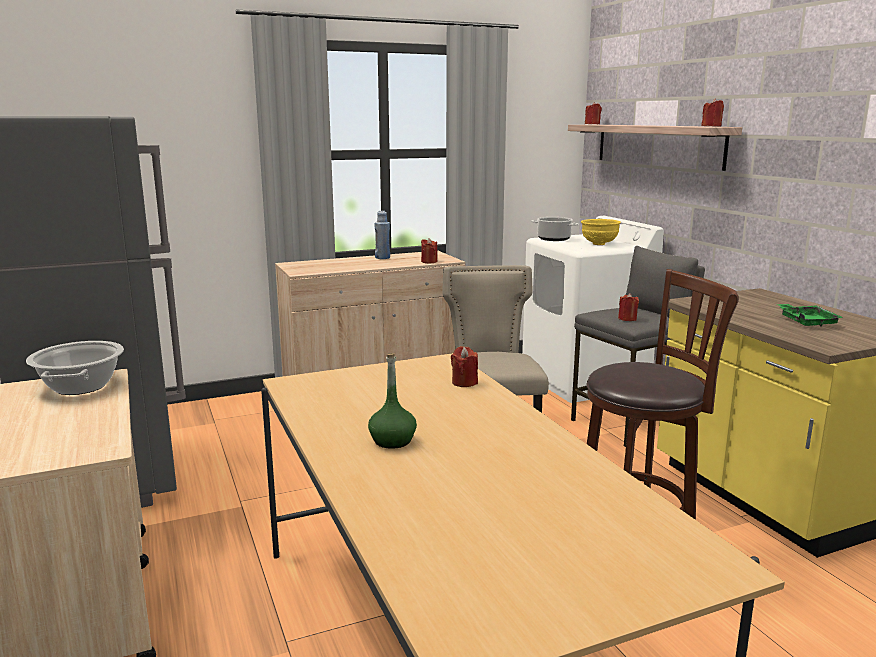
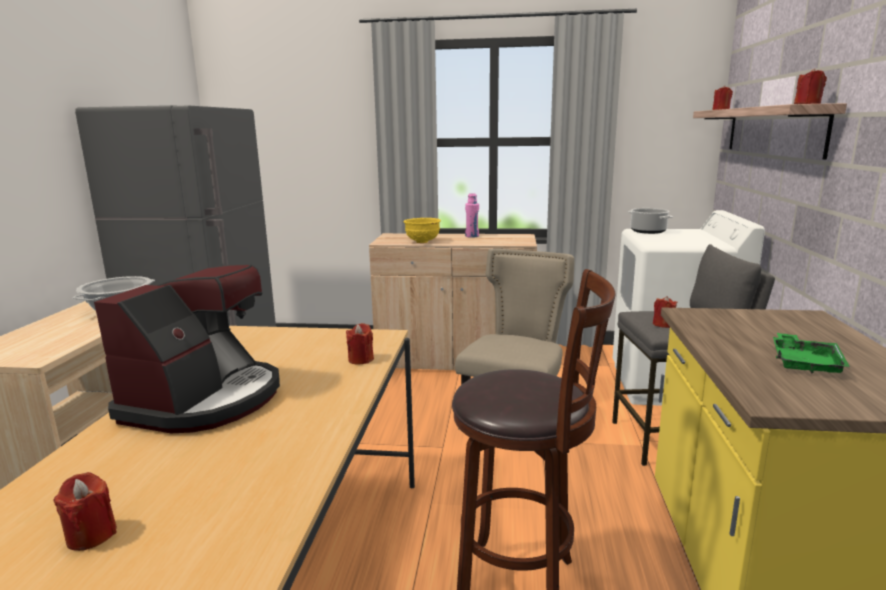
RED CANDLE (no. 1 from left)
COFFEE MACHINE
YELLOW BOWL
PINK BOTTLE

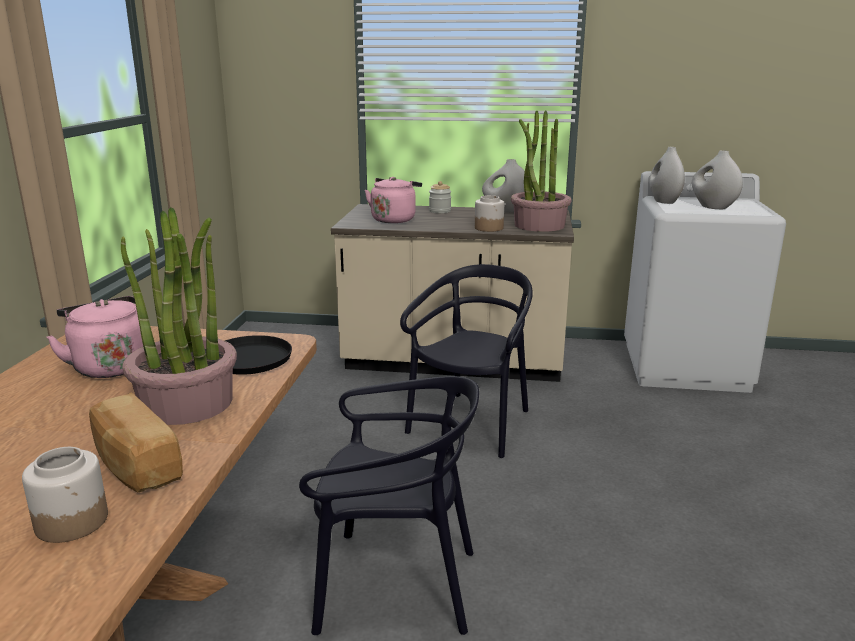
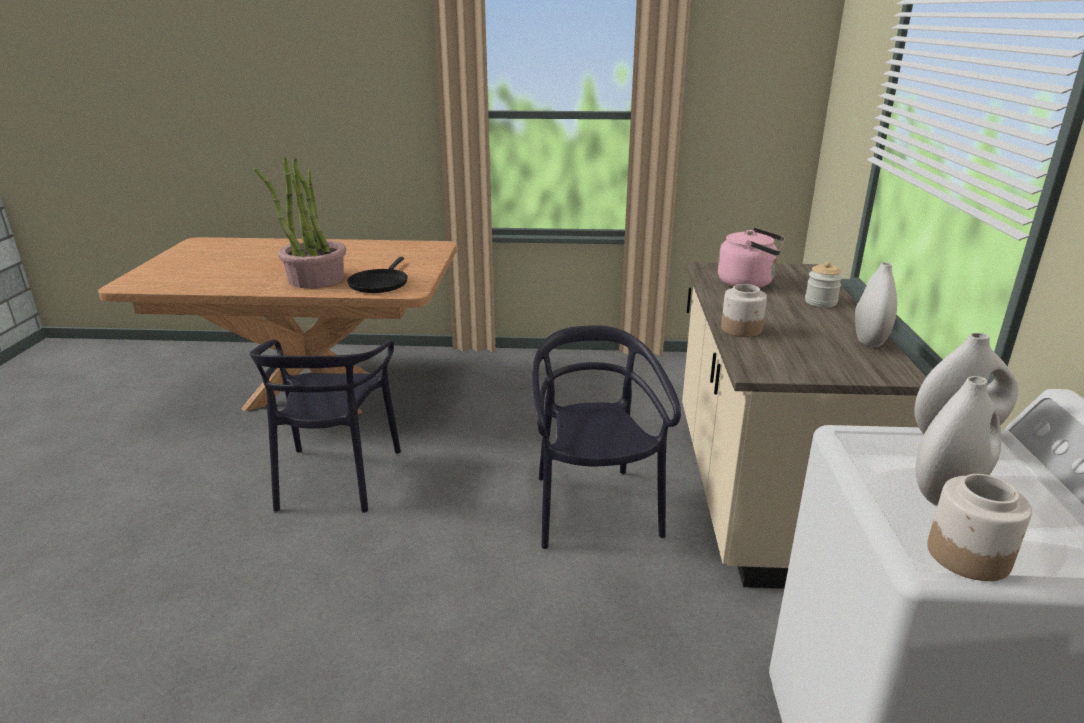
BLACK CHAIR (no. 2 from left)
JAR (no. 3 from left)
PINK KETTLE (no. 1 from left in the first image)
BREAD
POTTED PLANT (no. 2 from left in the first image)

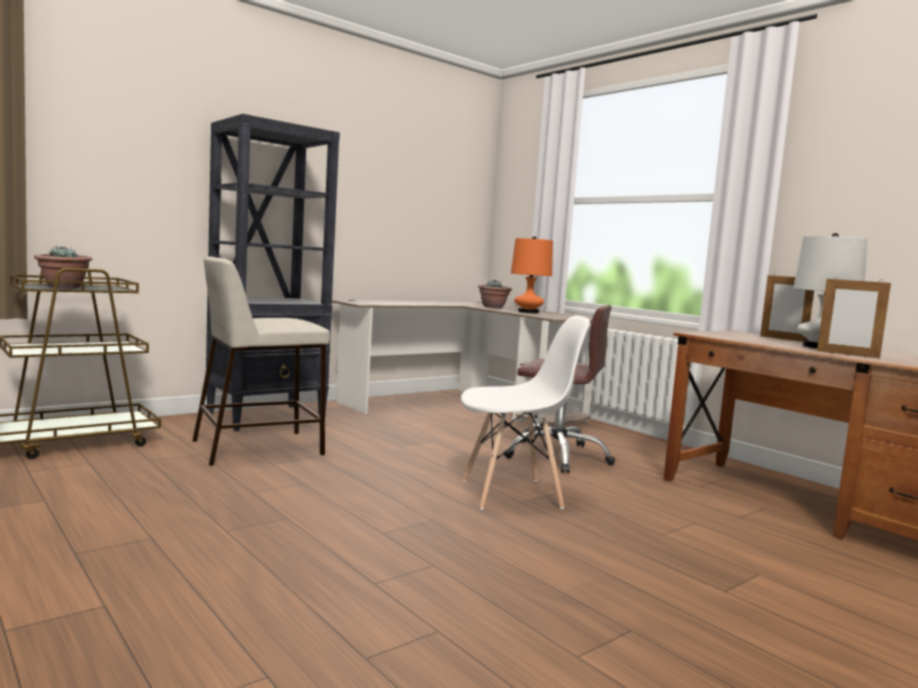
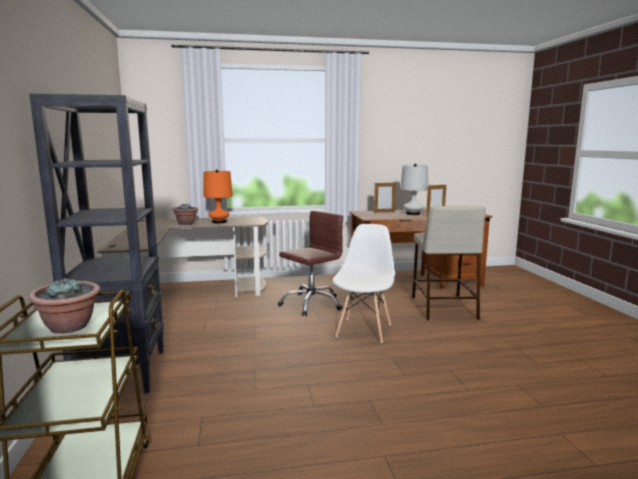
BEIGE STOOL

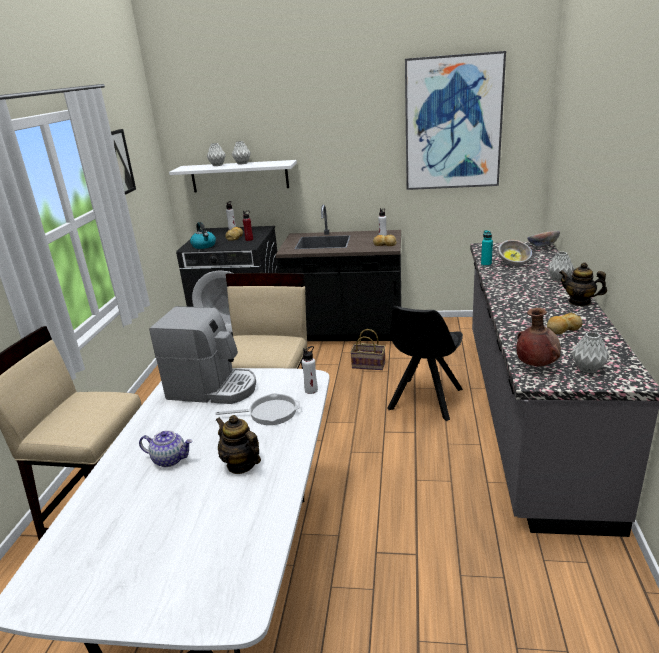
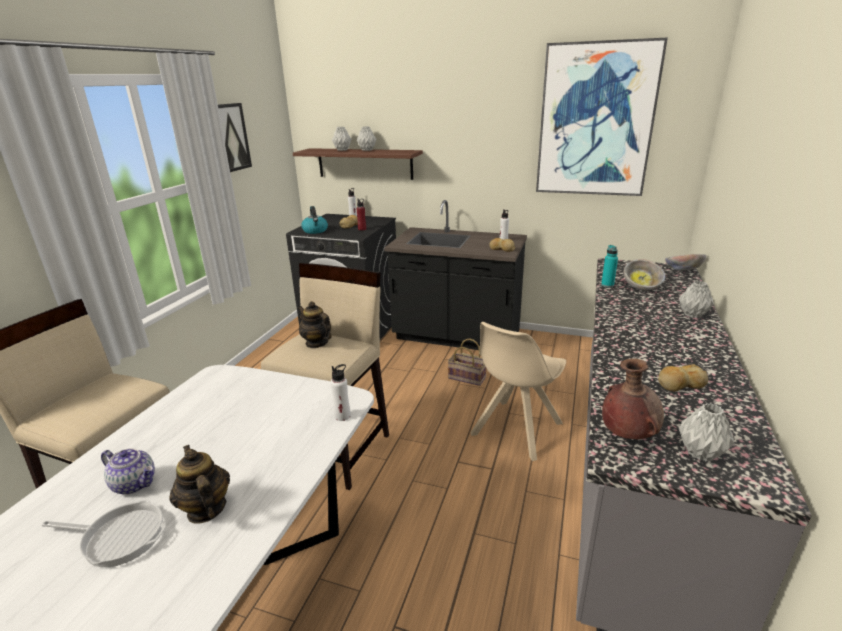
FRYING PAN
BROWN SHELF
TEAPOT (no. 3 from left)
BEIGE CHAIR
COFFEE MACHINE

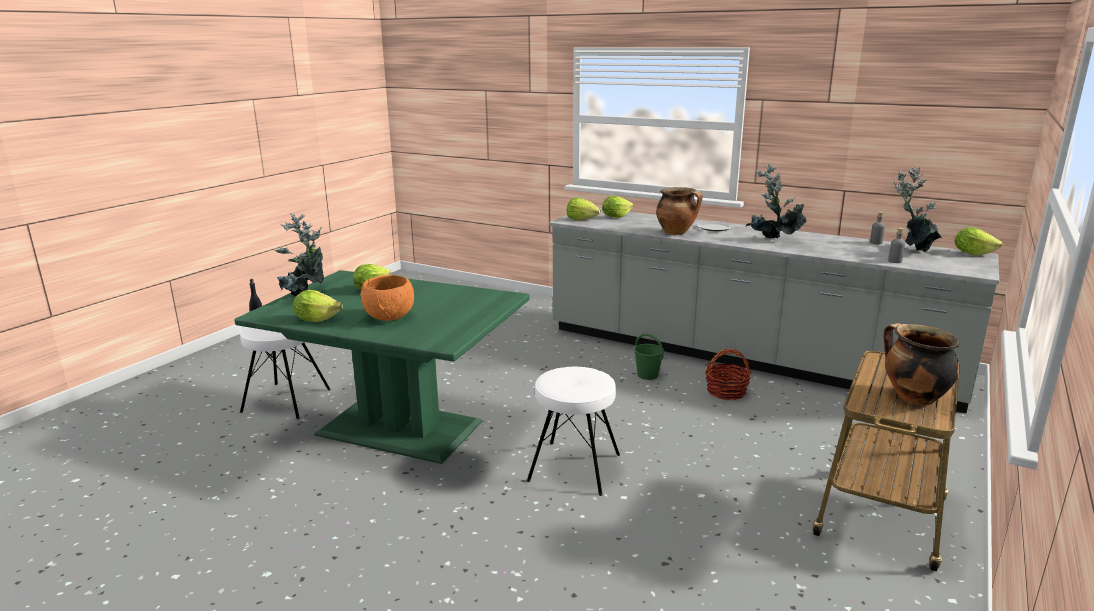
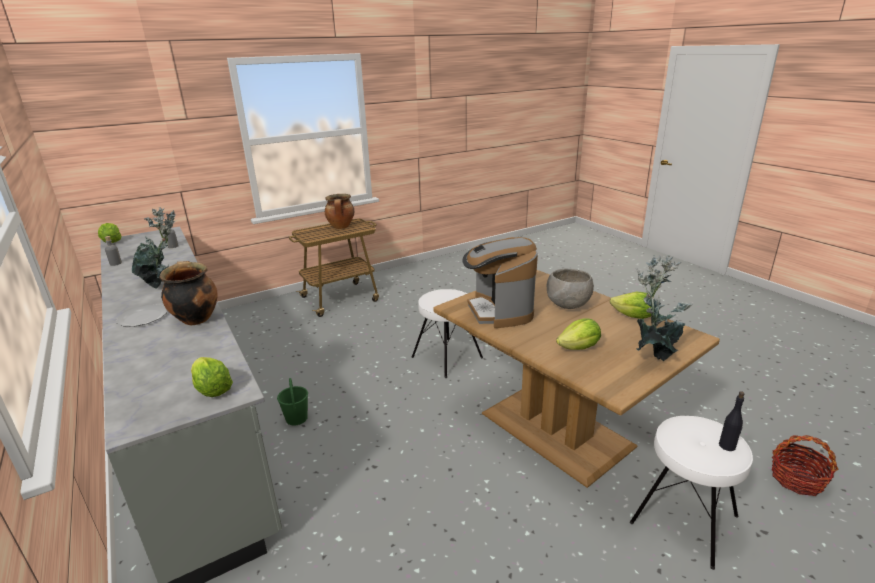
BROWN DINING TABLE
COFFEE MACHINE
GREY BOWL
BASKET
LETTUCE (no. 4 from left in the first image)
POTTED PLANT (no. 3 from left in the first image)

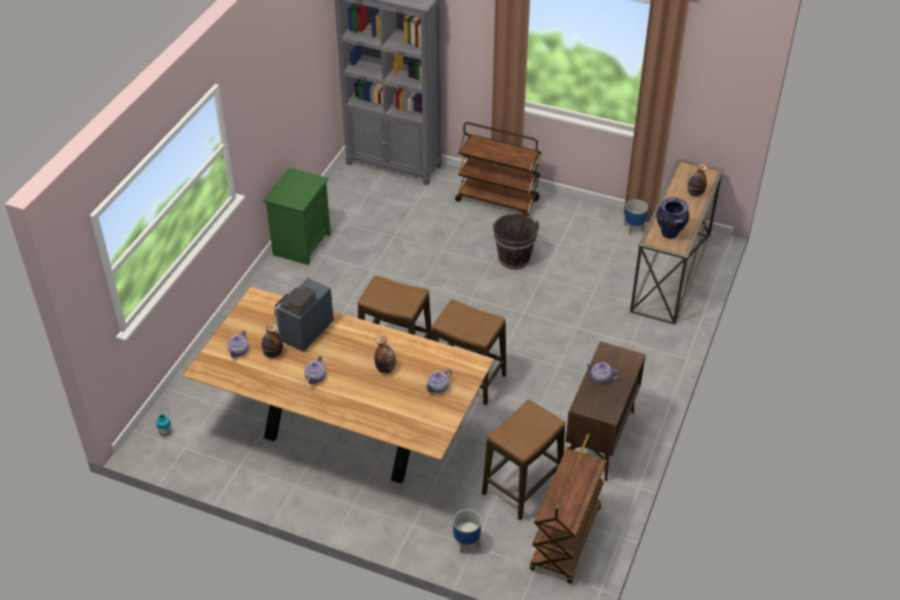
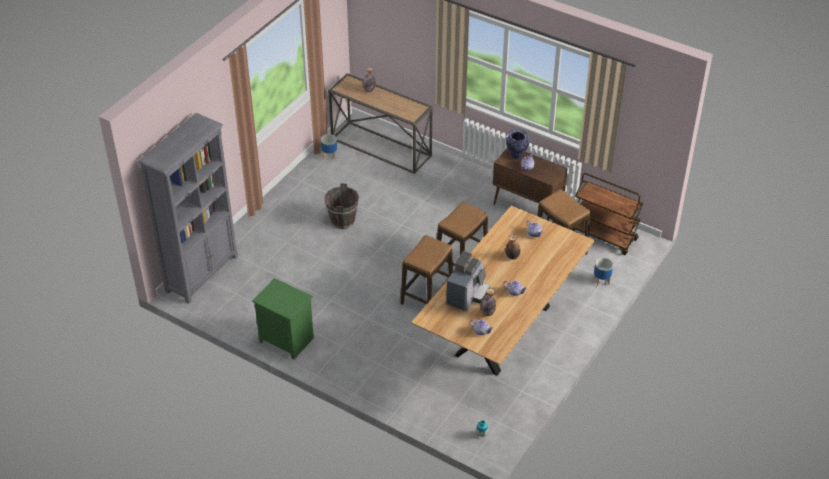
COFFEE MACHINE
VASE (no. 2 from left)
BROWN CART (no. 1 from left in the first image)

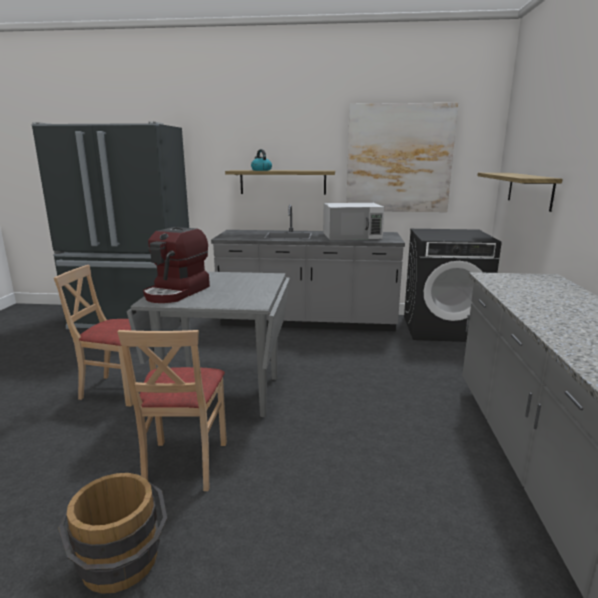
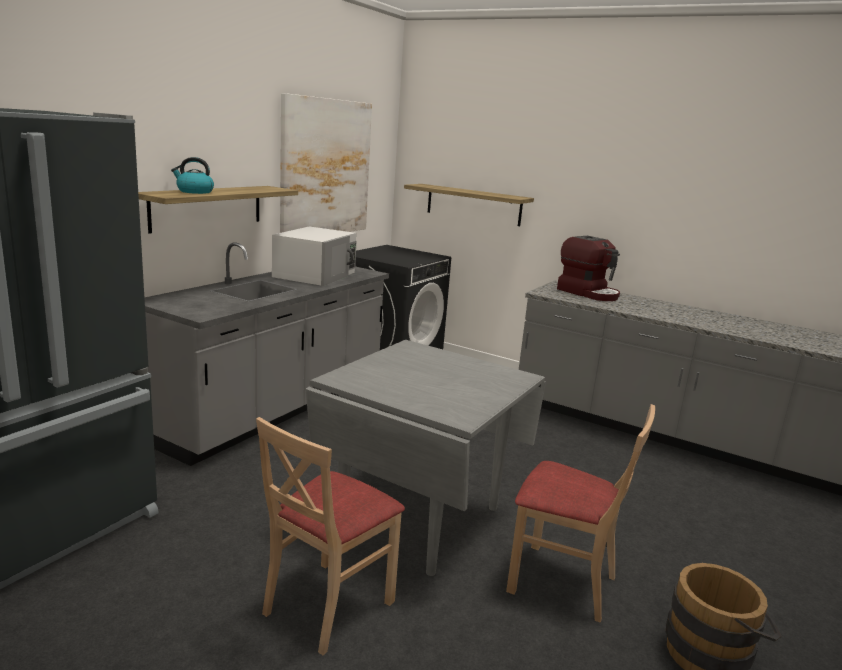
COFFEE MACHINE

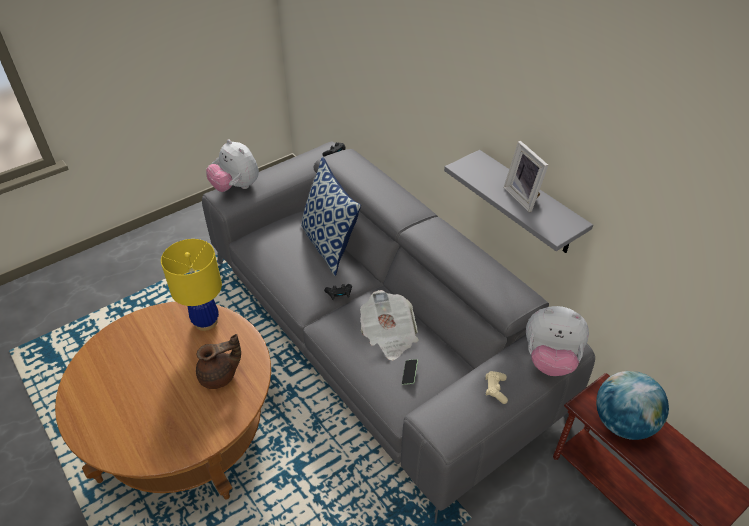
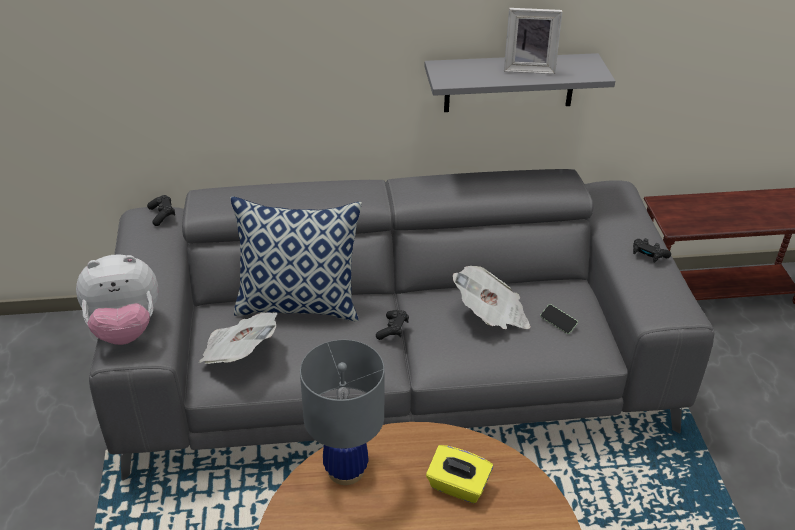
NEWSPAPER (no. 1 from left)
GREY TABLE LAMP
YELLOW TISSUE BOX
BLACK GAME CONTROLLER (no. 3 from left)
PLUSH TOY (no. 2 from left in the first image)
GLOBE

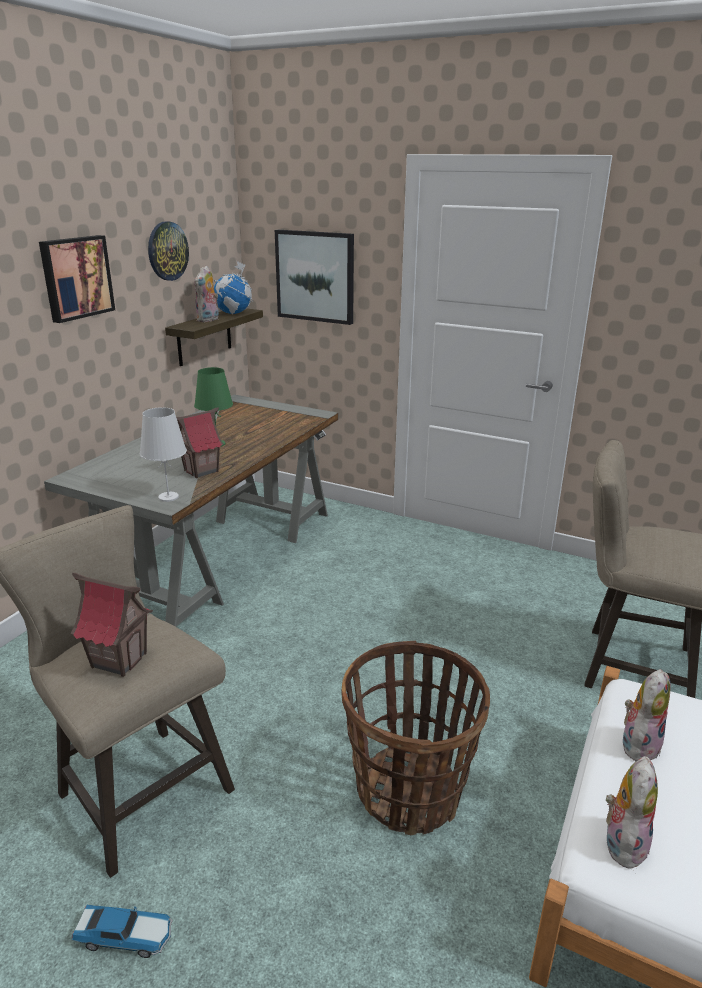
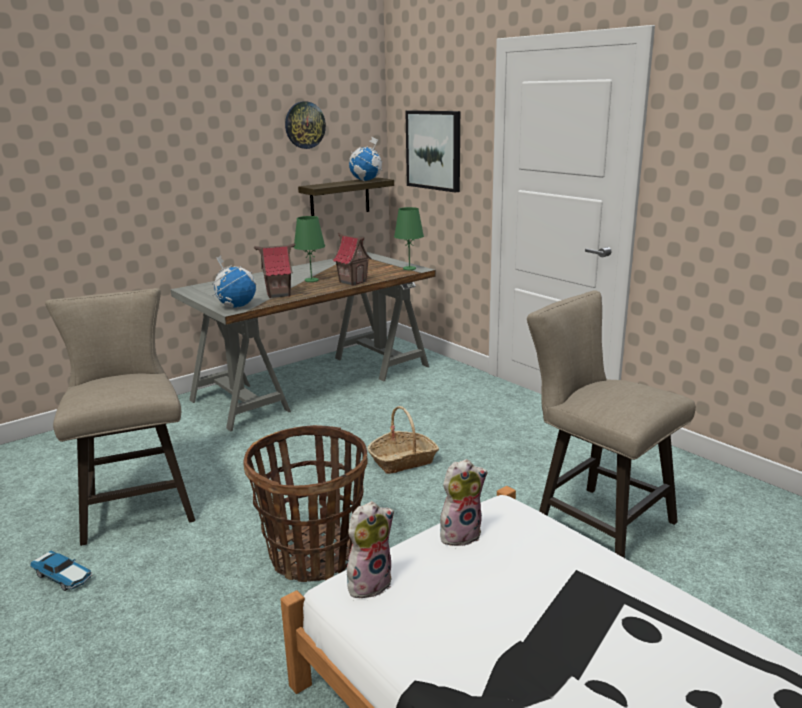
GLOBE (no. 1 from left)
TOY HOUSE (no. 2 from left)
BASKET (no. 2 from left)
GREEN TABLE LAMP (no. 2 from left)
PICTURE (no. 1 from left in the first image)
PLUSH TOY (no. 1 from left in the first image)

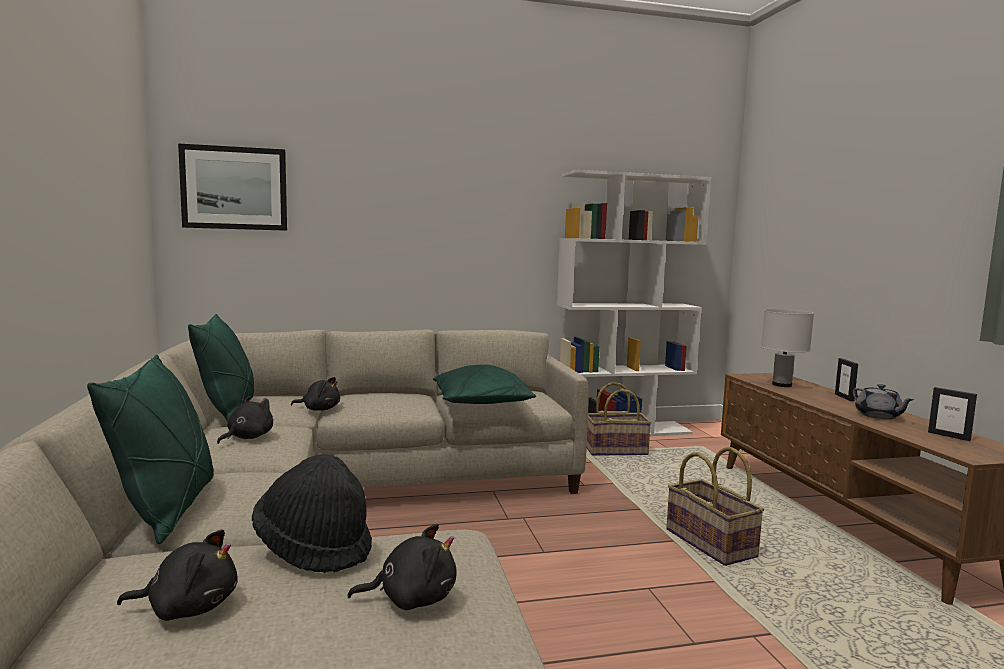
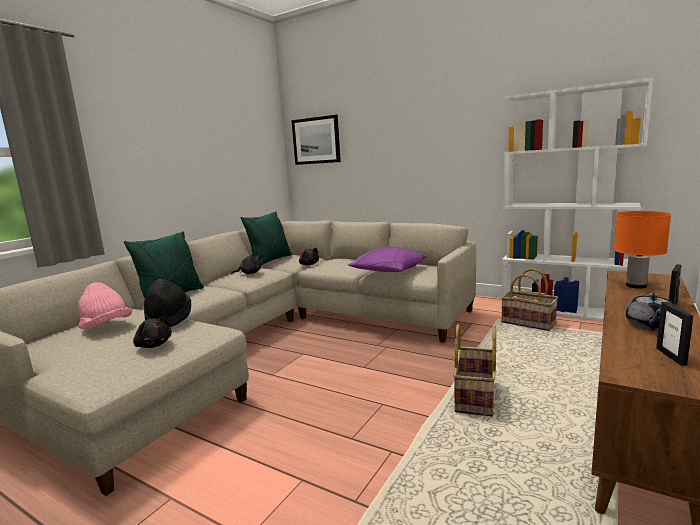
PINK HAT
PURPLE PILLOW
ORANGE TABLE LAMP

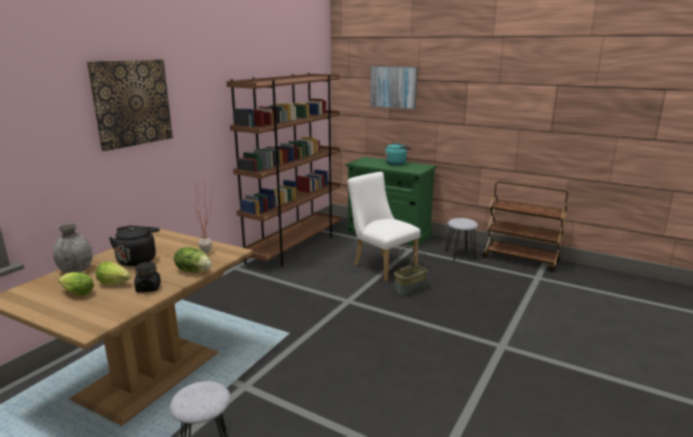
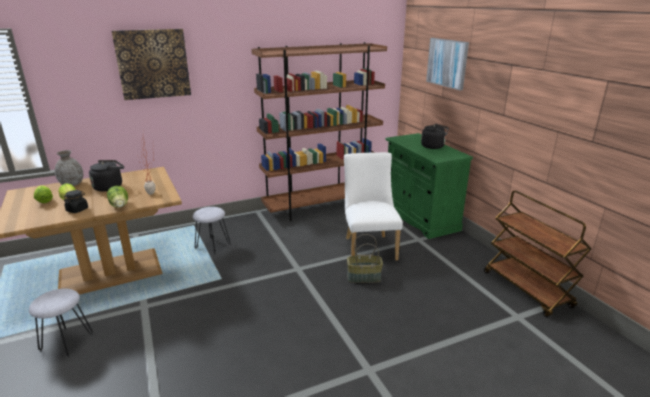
GREY STOOL (no. 2 from left)
BLACK KETTLE (no. 2 from left)

